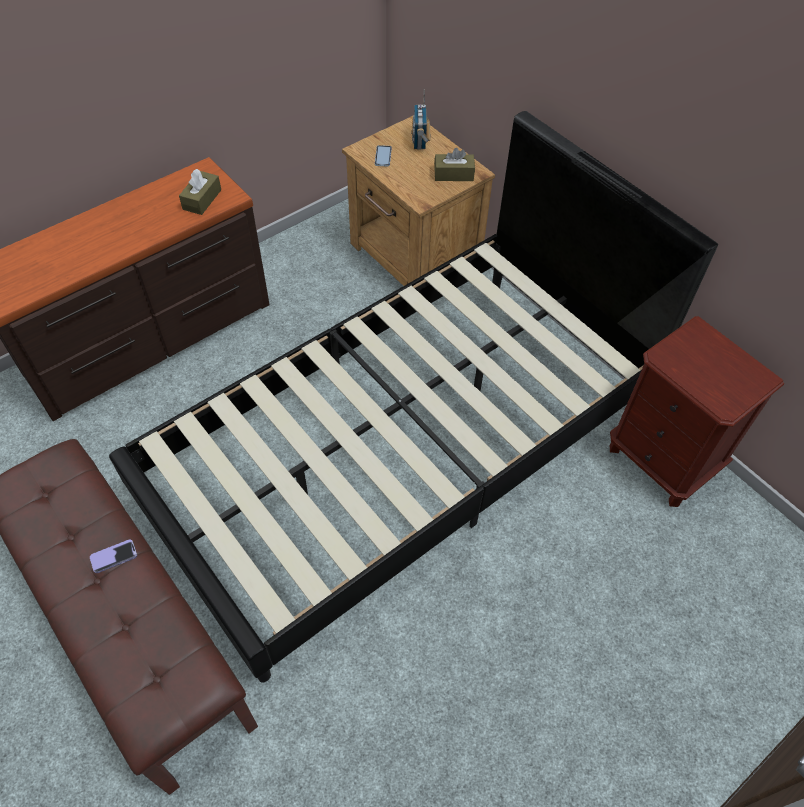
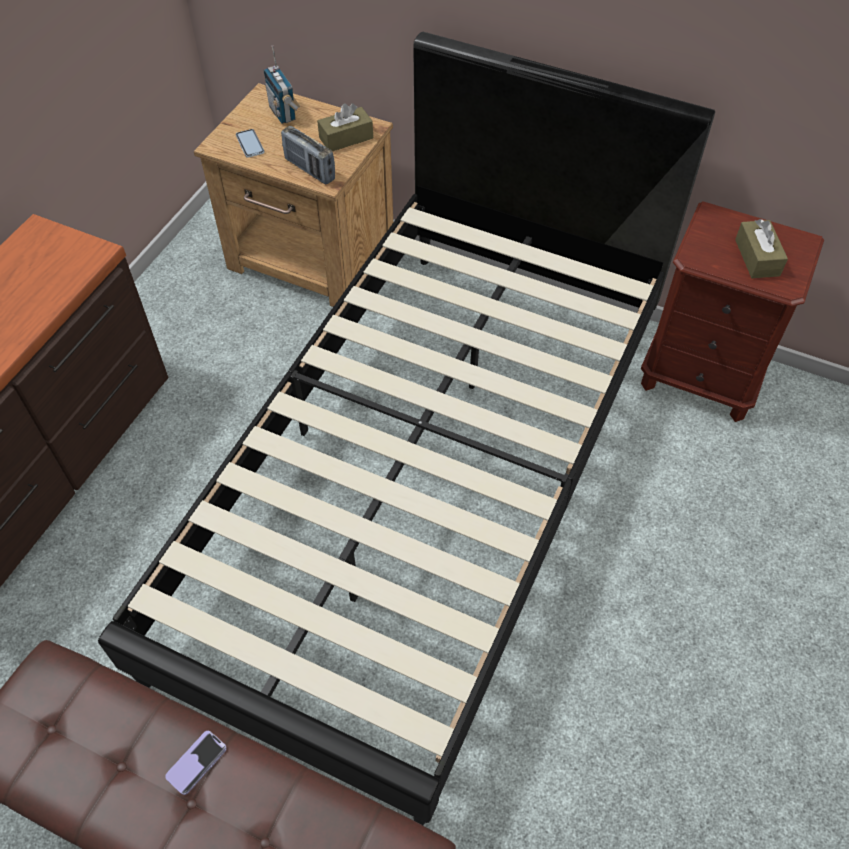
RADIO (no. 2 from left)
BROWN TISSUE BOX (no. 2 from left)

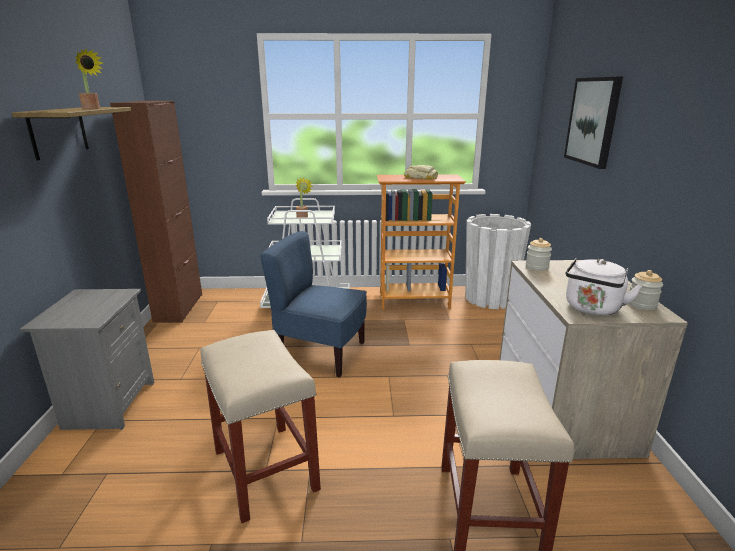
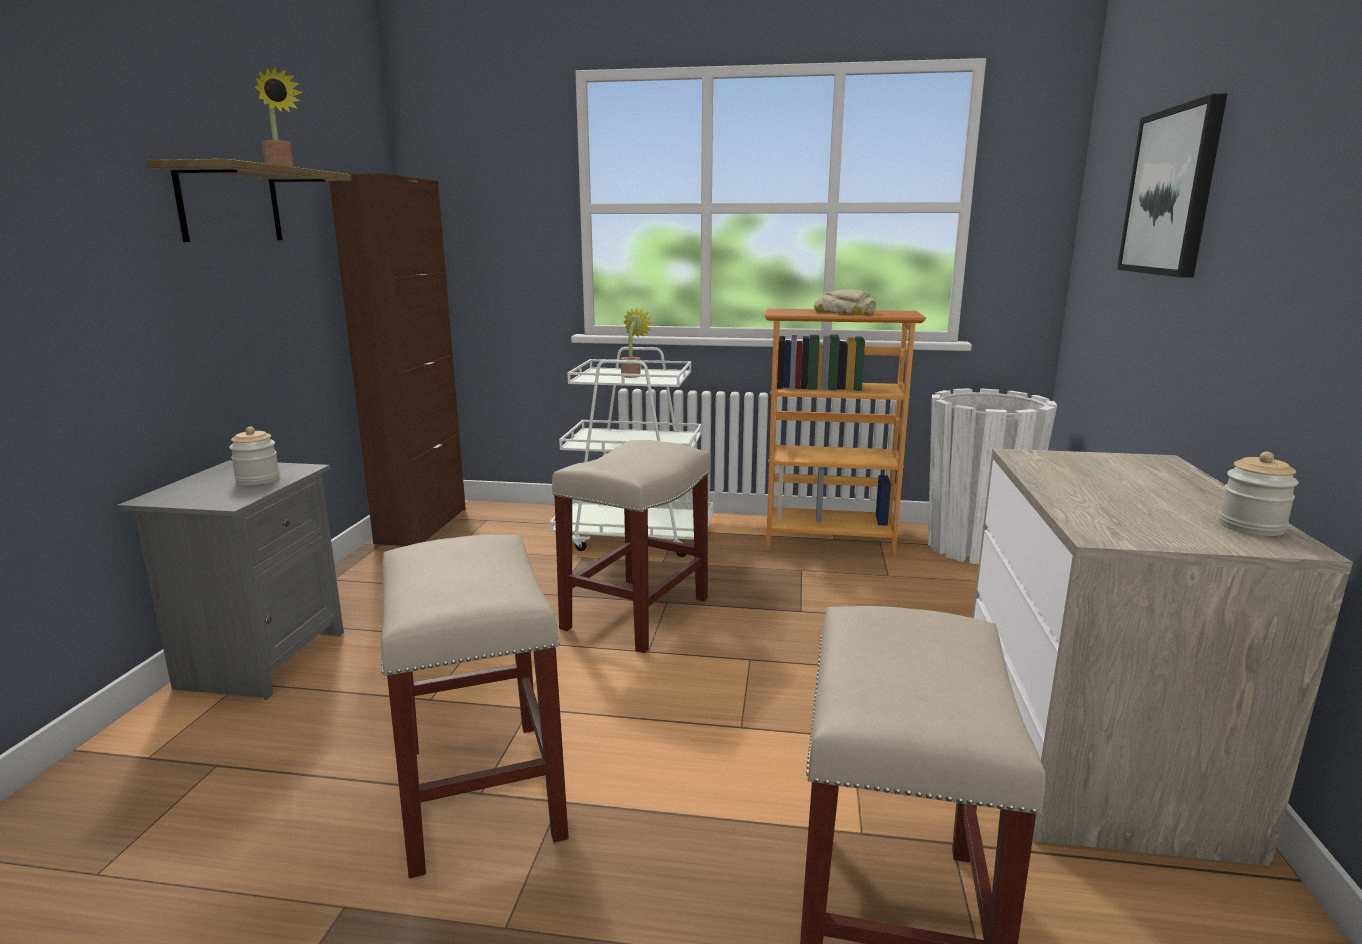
JAR (no. 1 from left)
BEIGE STOOL (no. 2 from left)
WHITE KETTLE

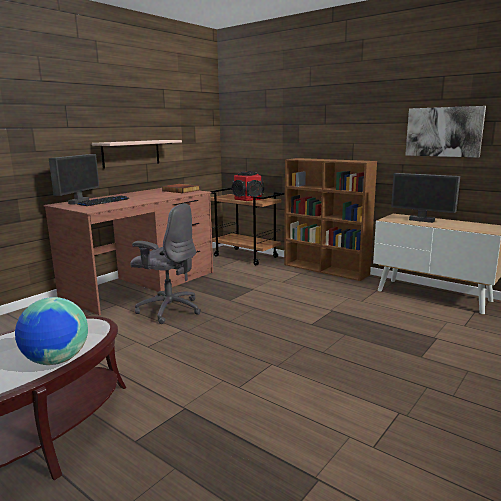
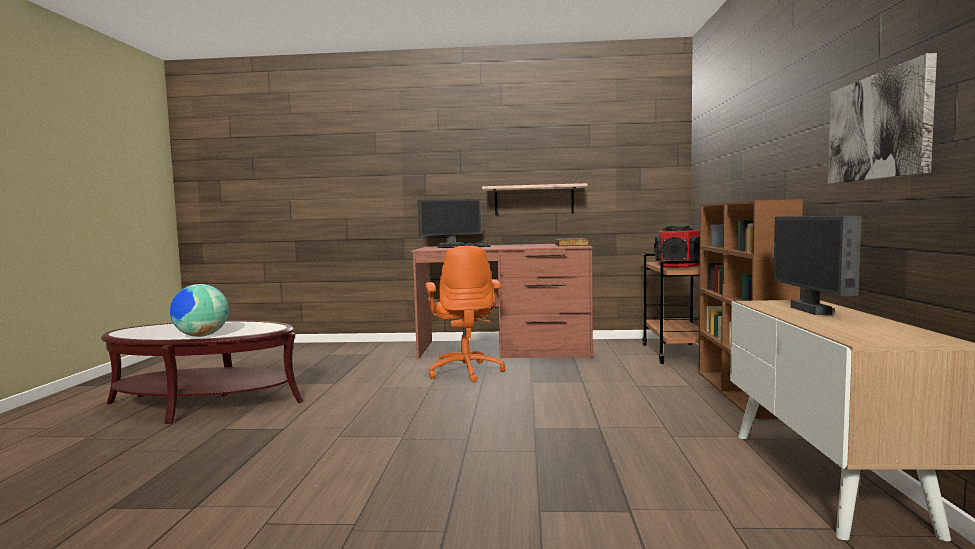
ORANGE OFFICE CHAIR

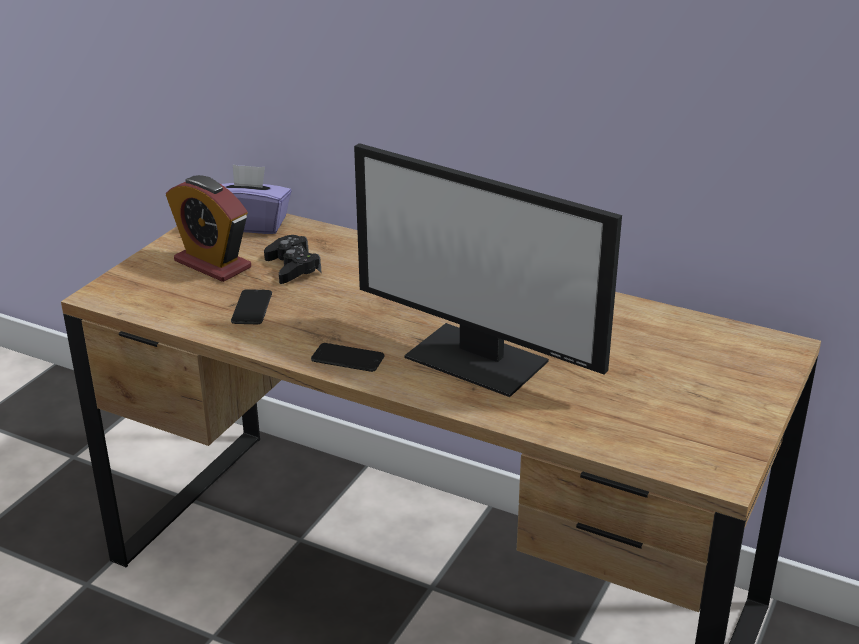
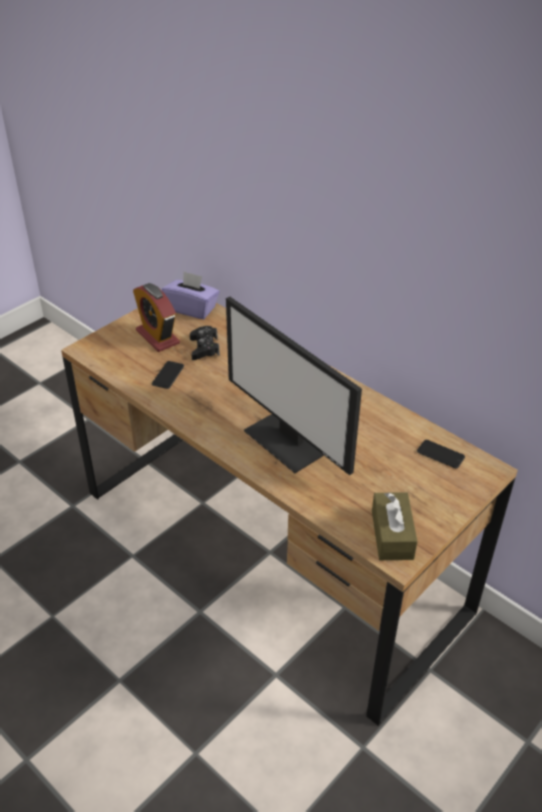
BROWN TISSUE BOX
PHONE (no. 2 from left)

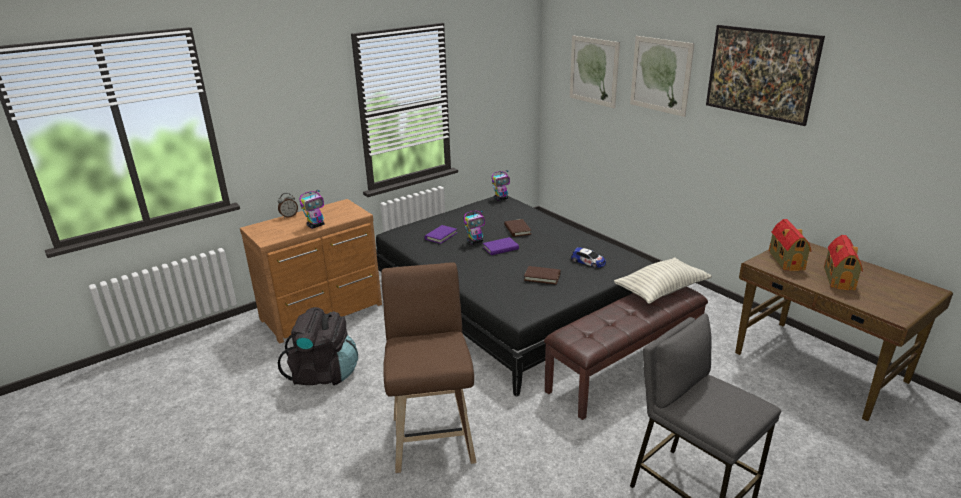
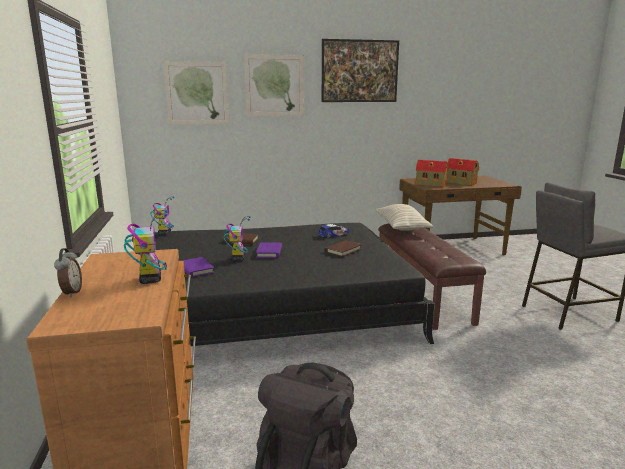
BROWN STOOL

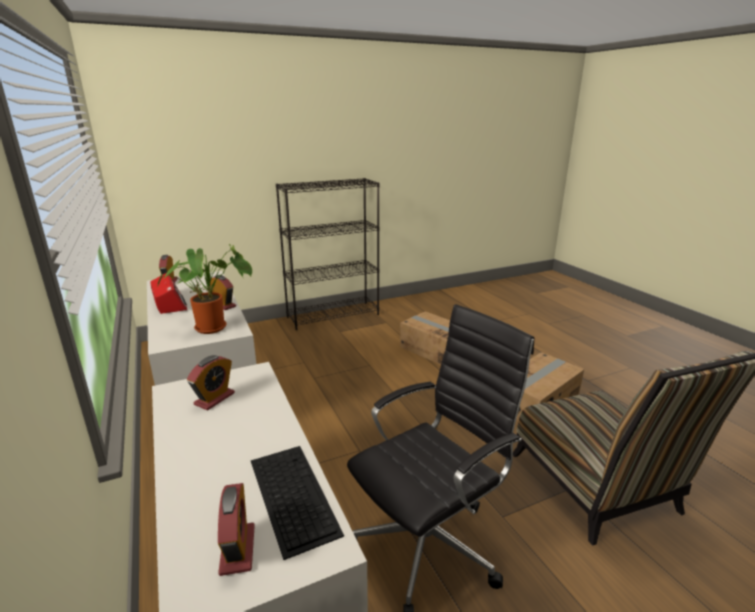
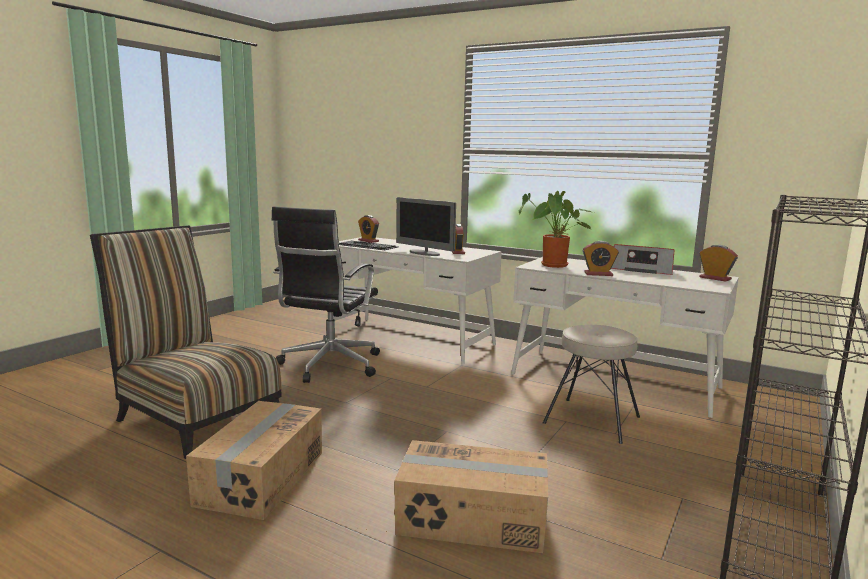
MONITOR
BEIGE STOOL

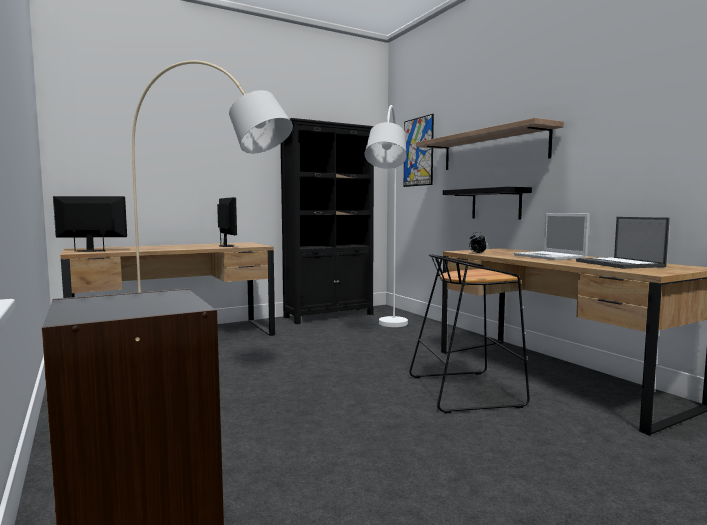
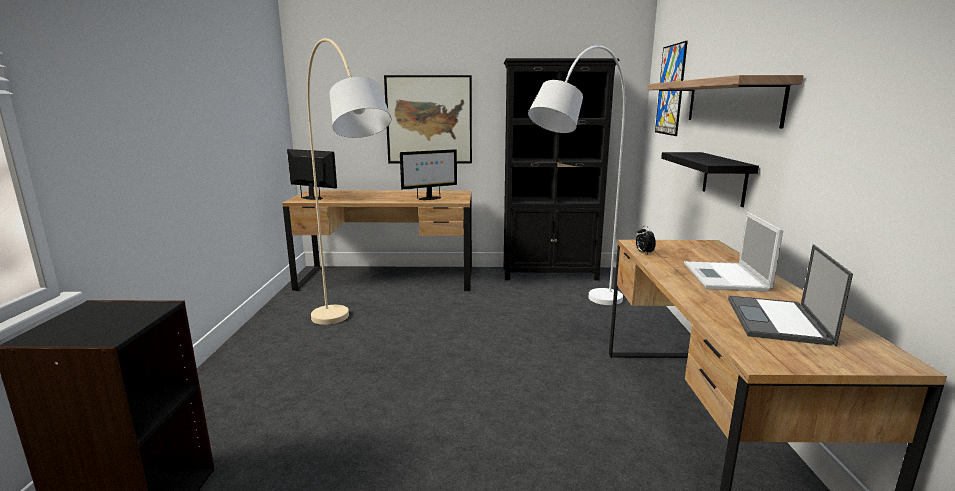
PICTURE (no. 1 from left)
MONITOR (no. 2 from left)
BLACK STOOL

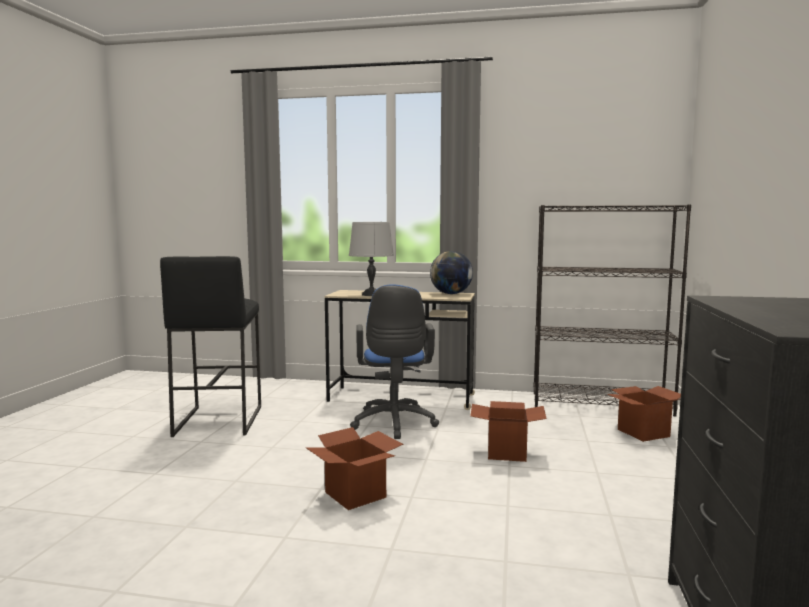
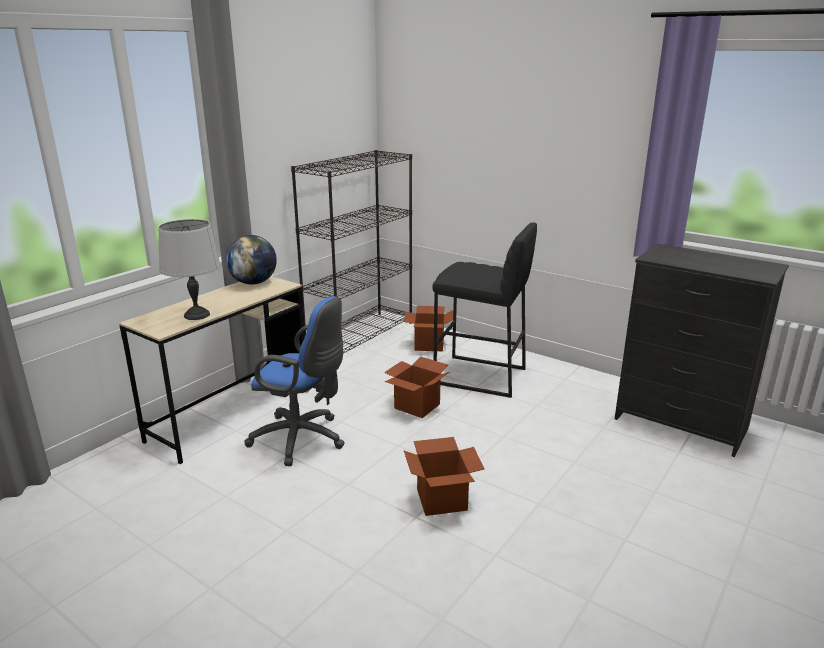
BLACK STOOL

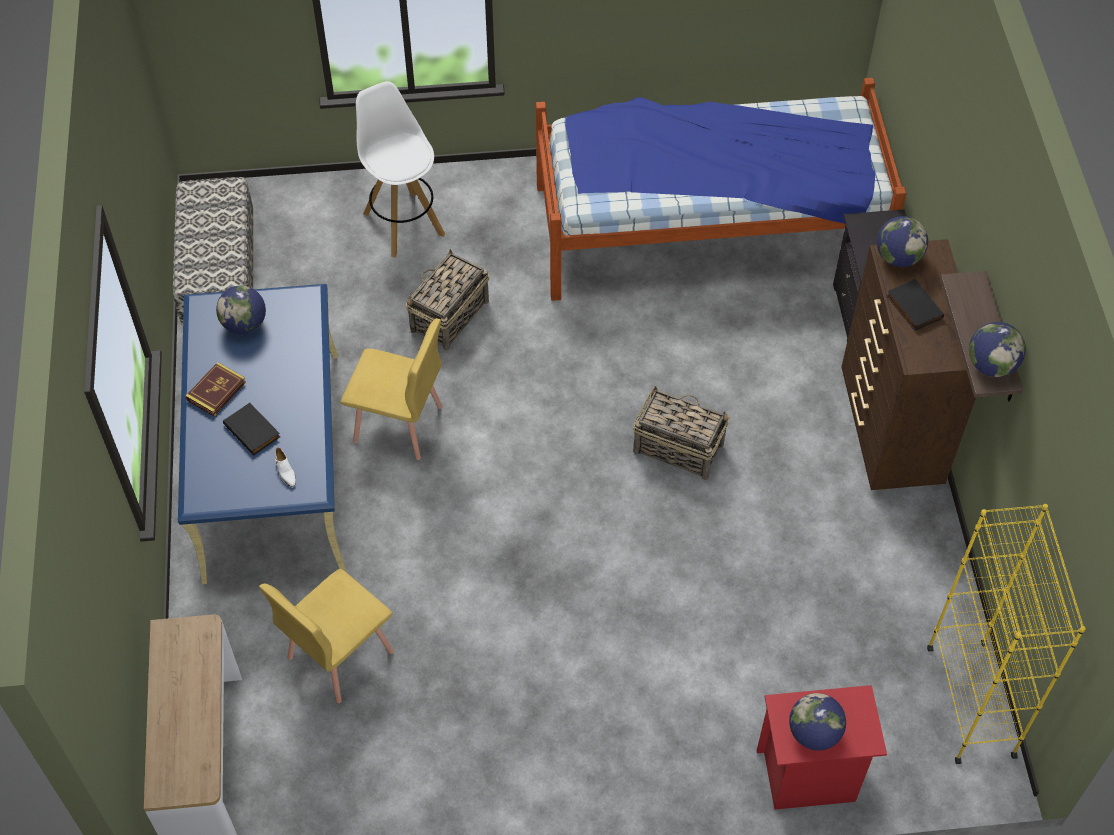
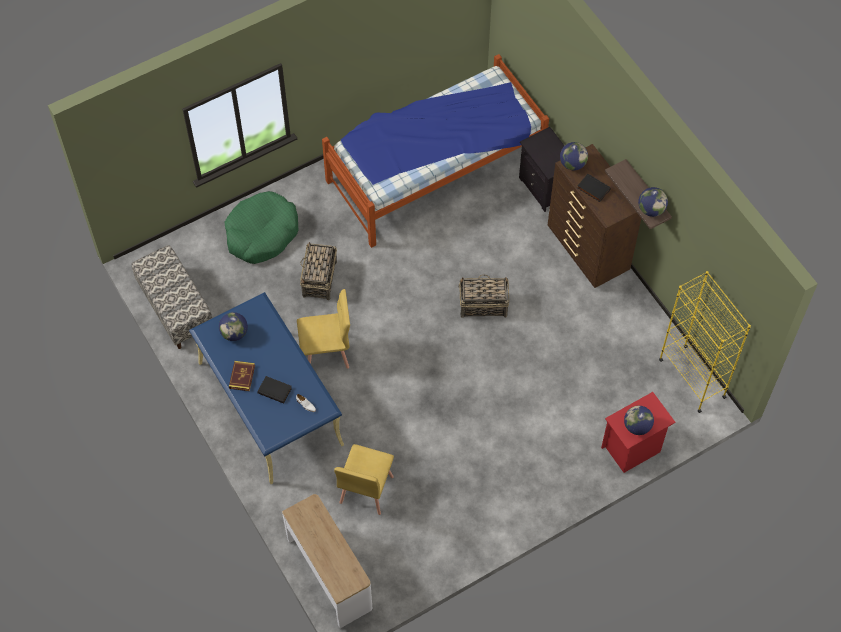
GREEN DOG BED

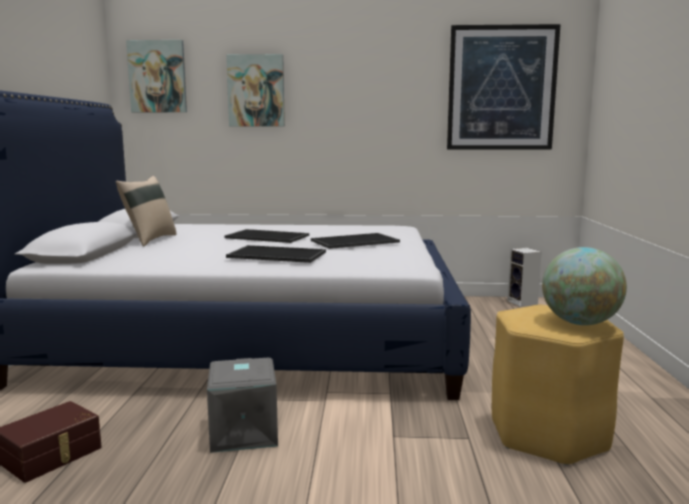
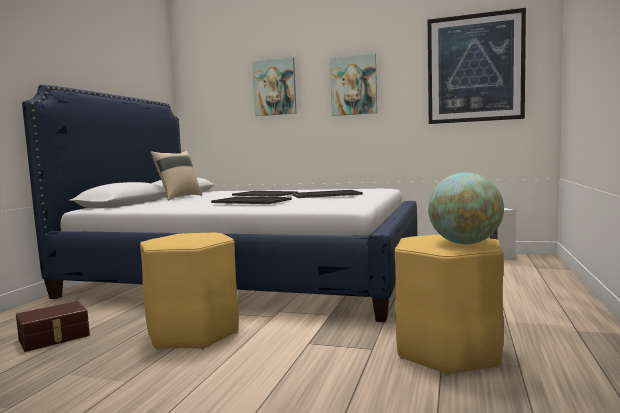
YELLOW STOOL (no. 1 from left)
PICTURE (no. 2 from left)

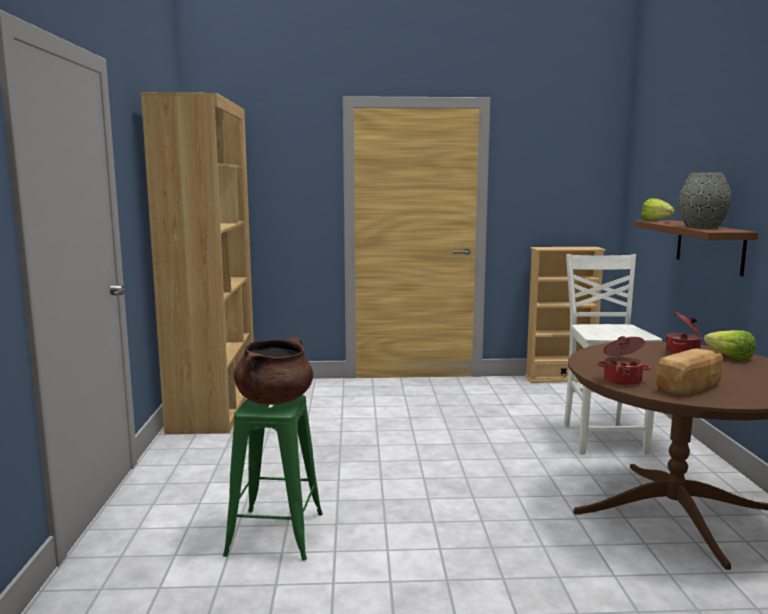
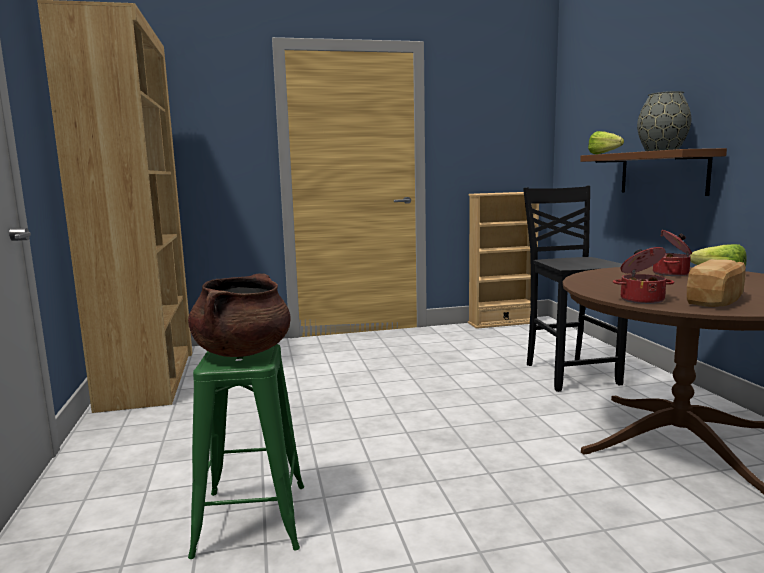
BLACK CHAIR

